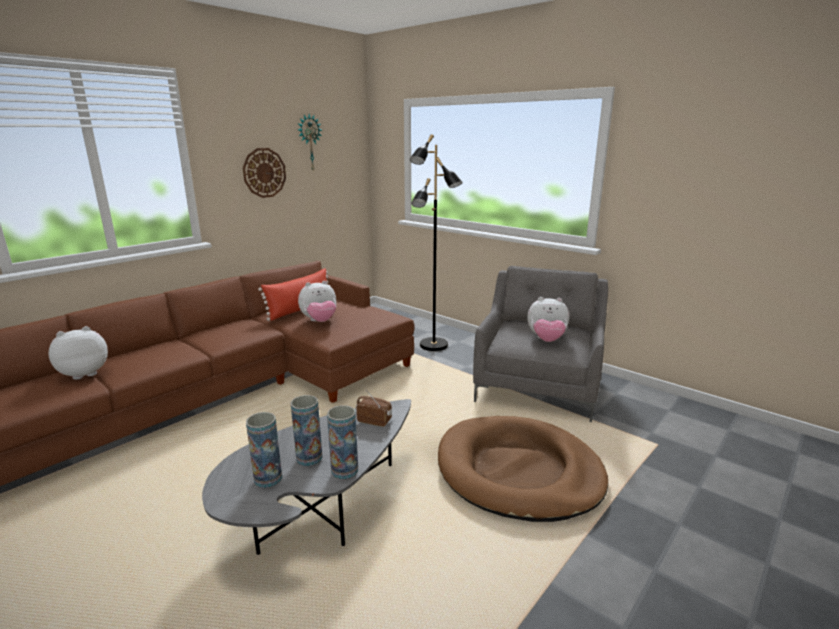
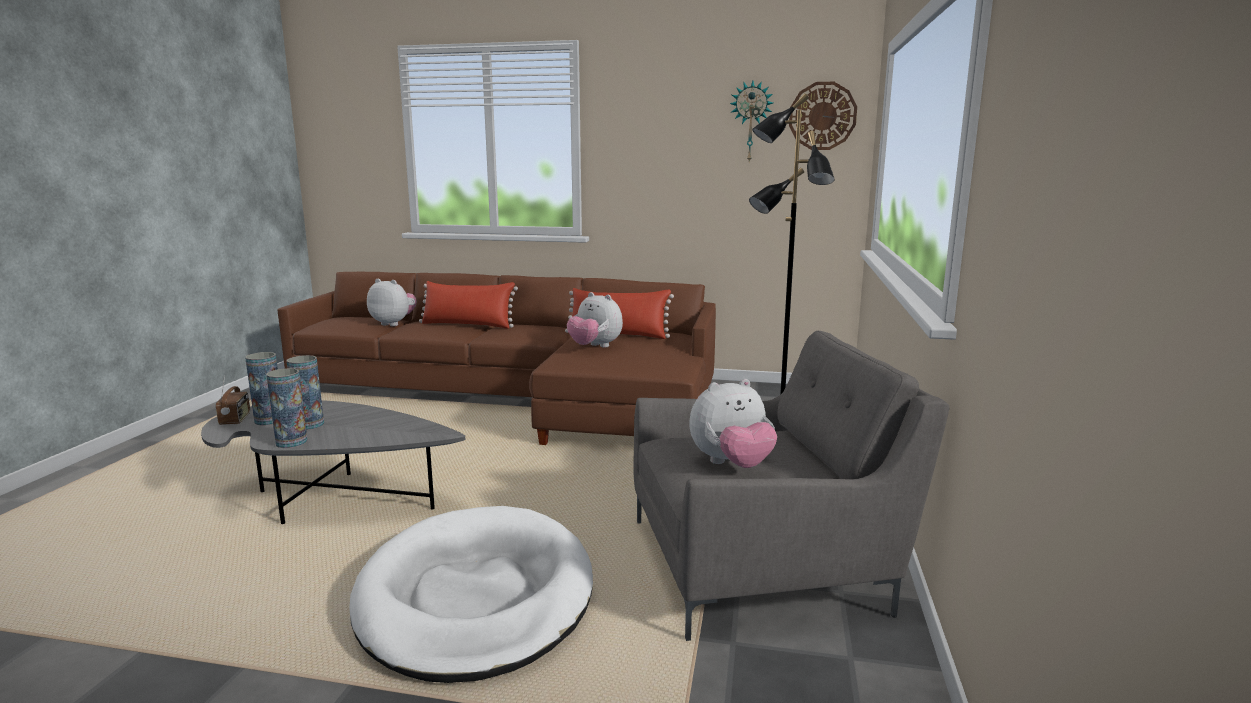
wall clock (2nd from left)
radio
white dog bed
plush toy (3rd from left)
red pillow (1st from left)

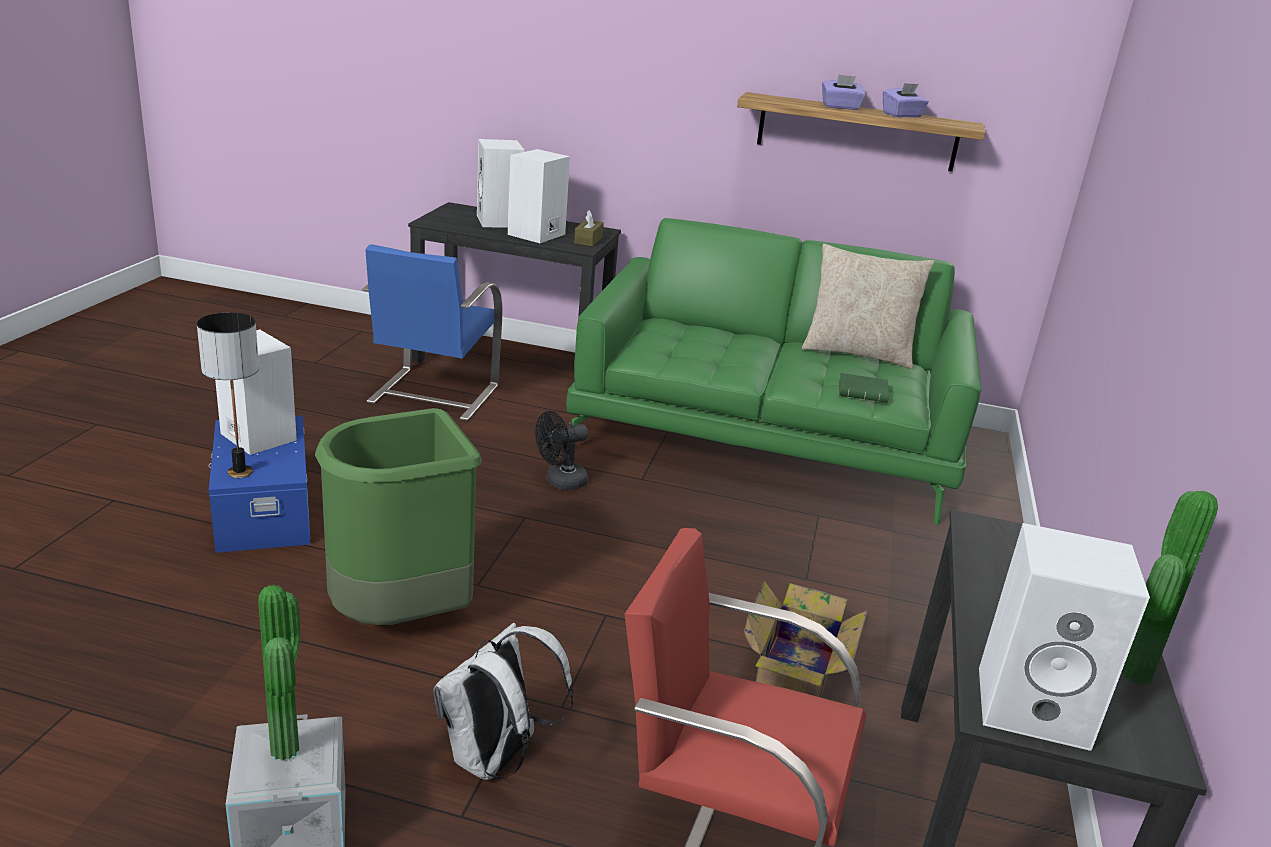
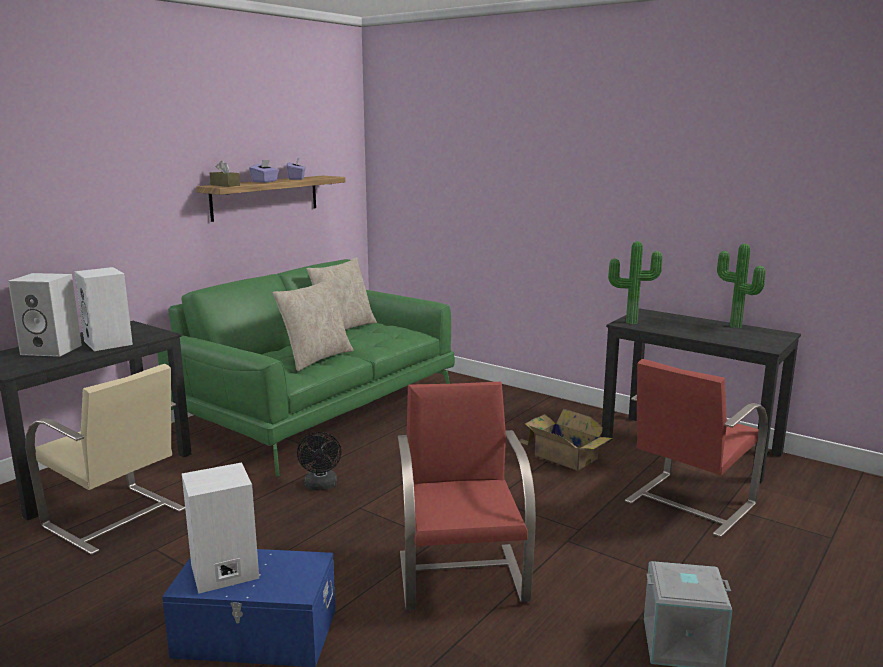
table lamp
potted plant (1st from left)
red chair (1st from left)
beige chair
white backpack
brown tissue box
green book
white speaker (4th from left in the first image)
beige pillow (1st from left)

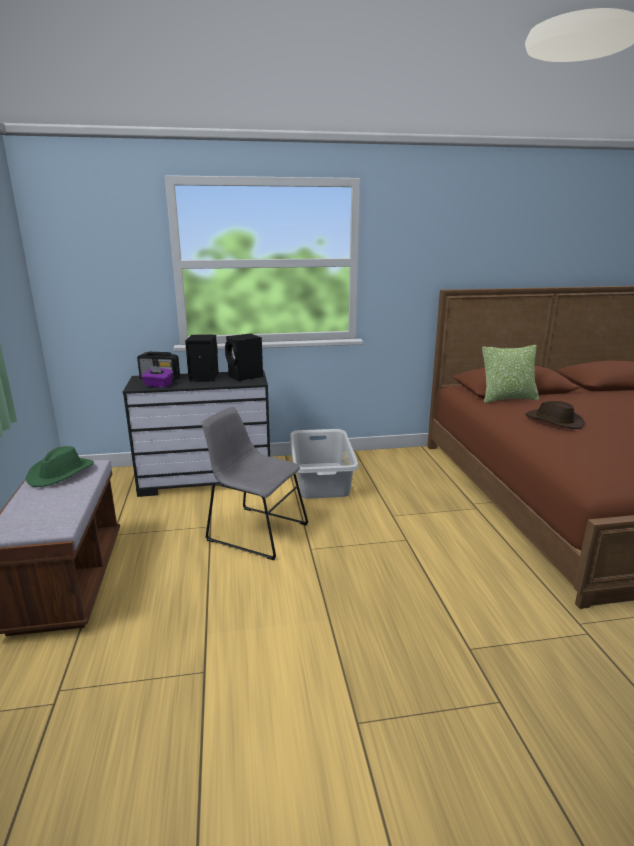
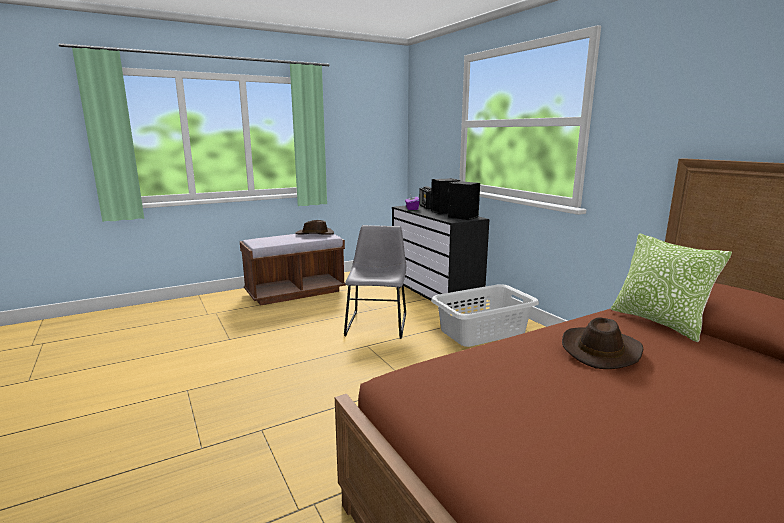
brown hat (1st from left)

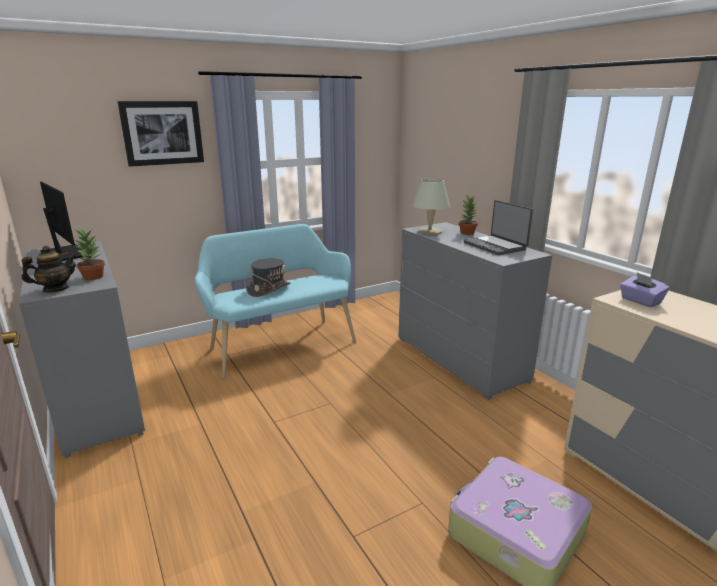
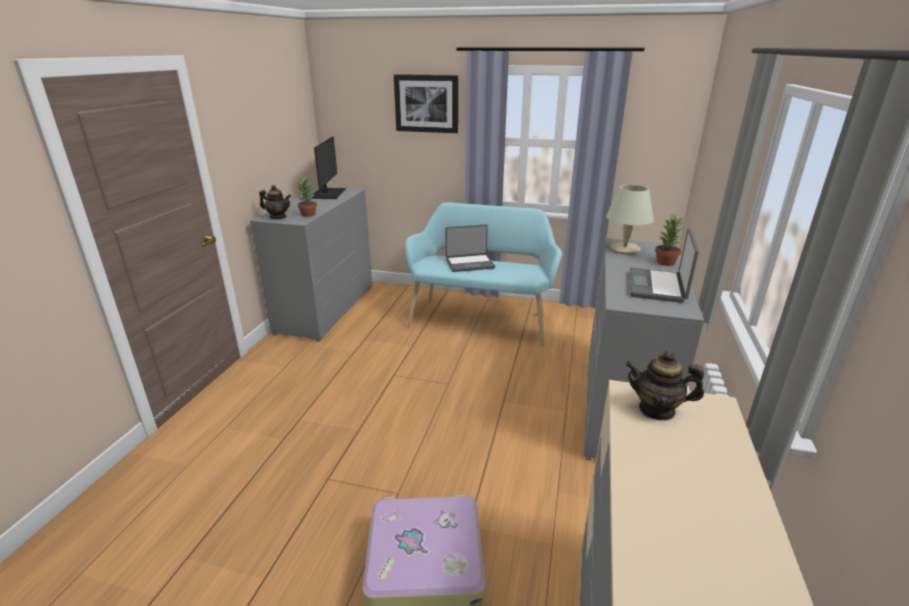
laptop (1st from left)
teapot (2nd from left)

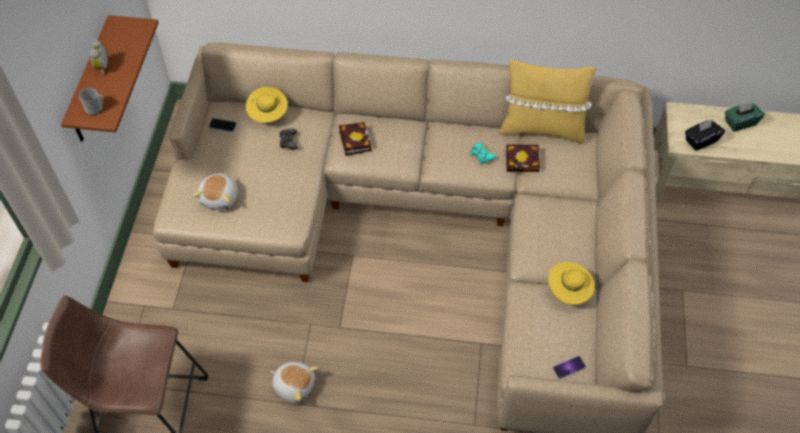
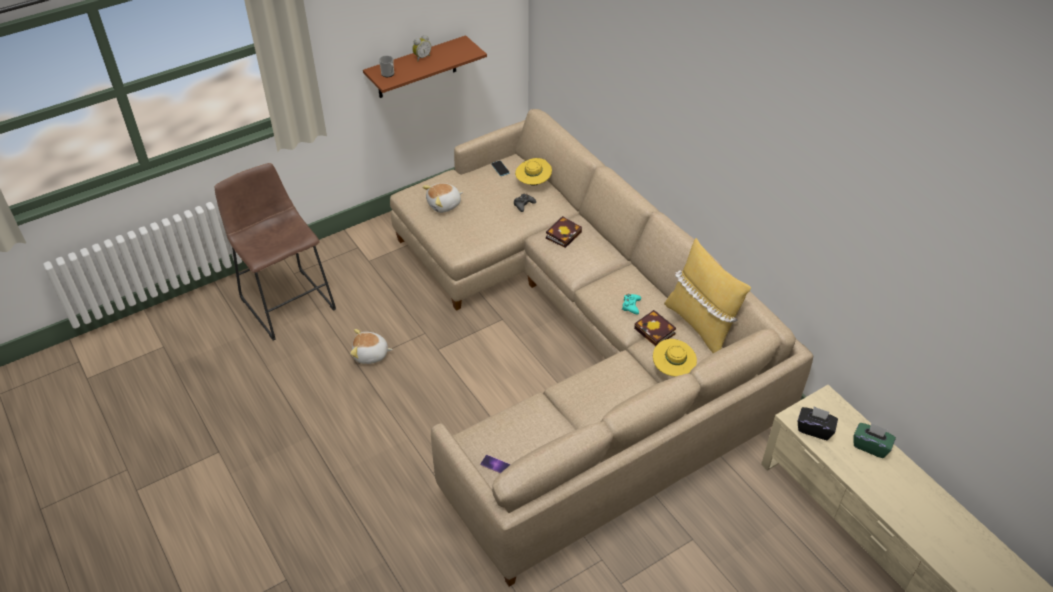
plush toy (1st from left)
yellow hat (2nd from left)

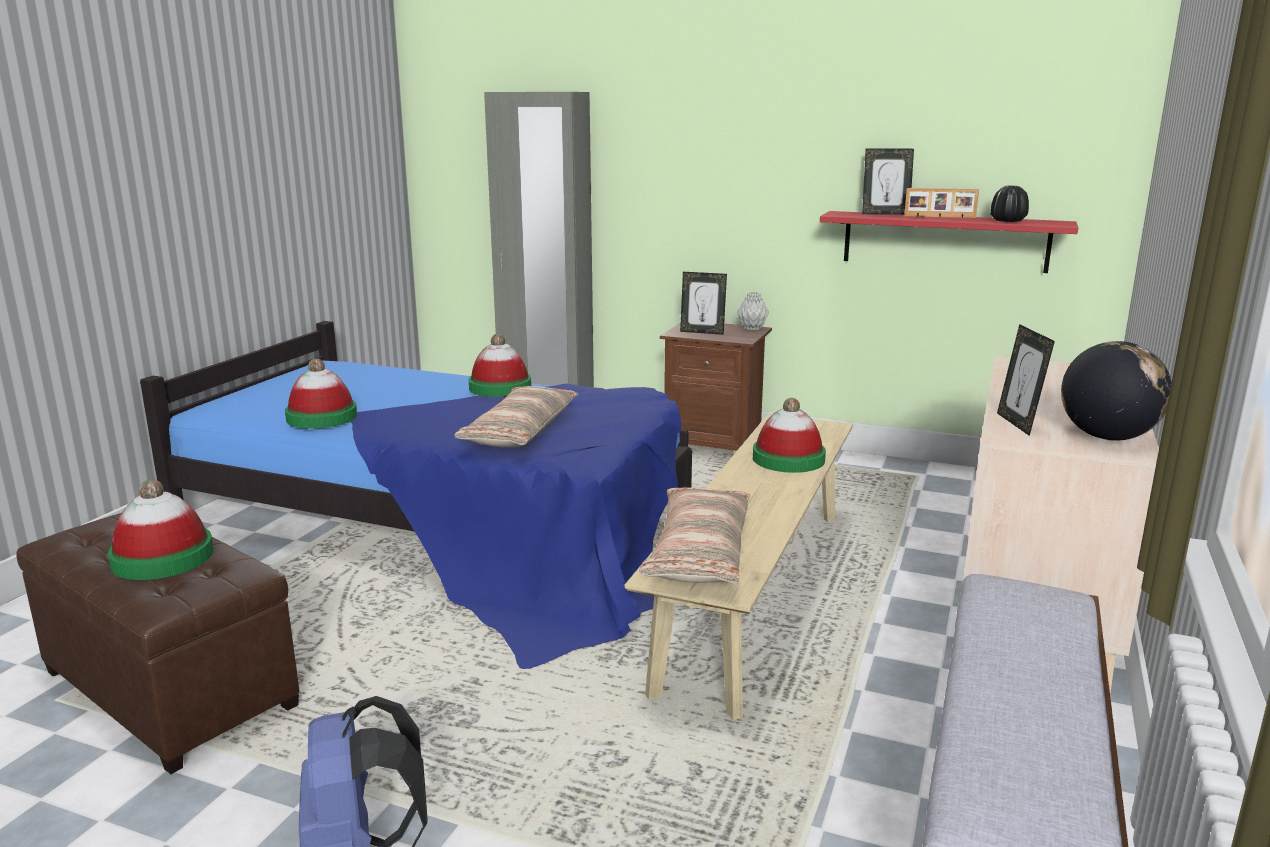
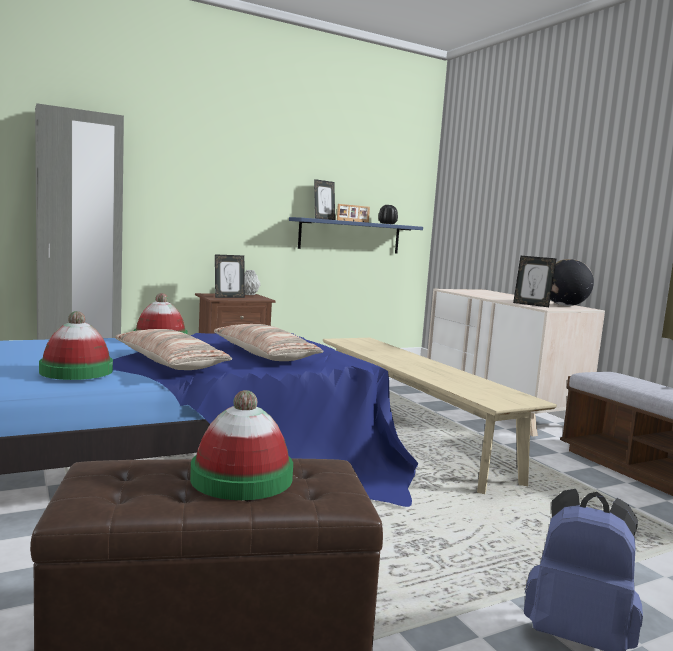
pillow (1st from left)
hat (4th from left in the first image)
blue shelf

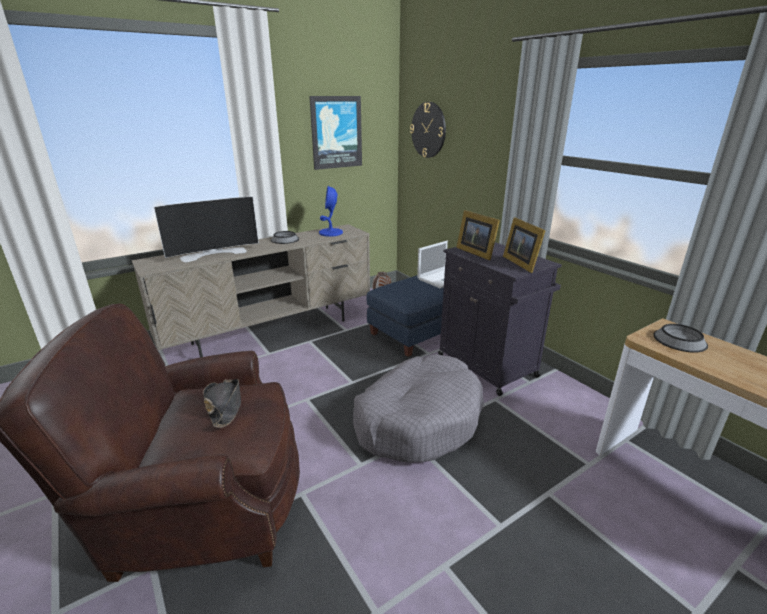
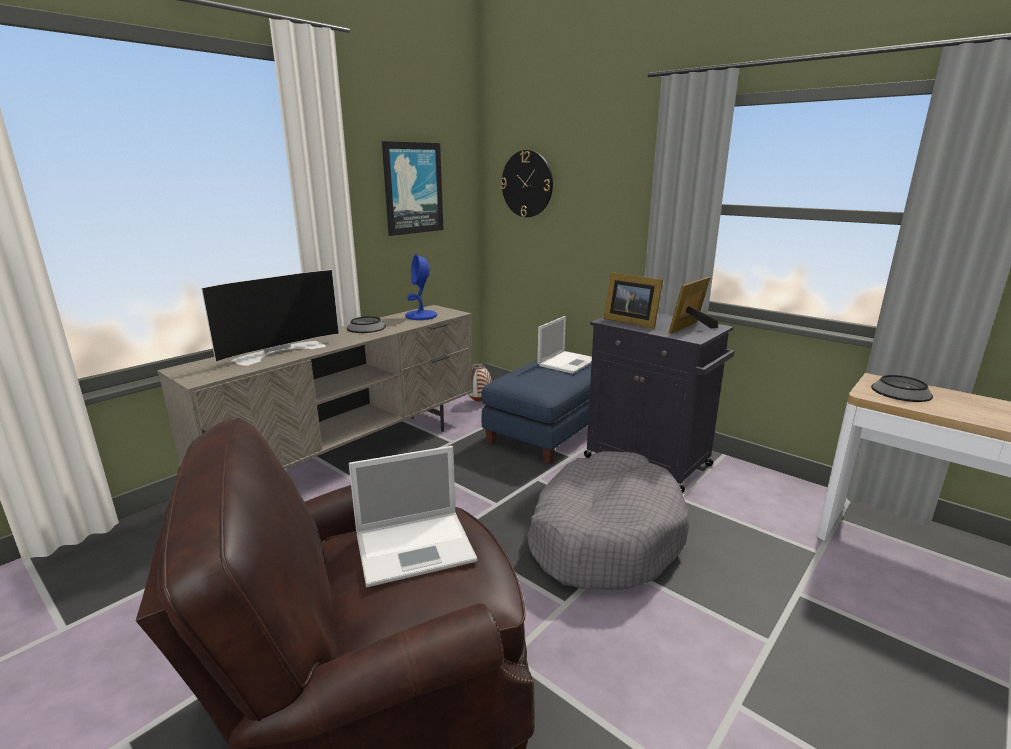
laptop (1st from left)
picture frame (2nd from left)

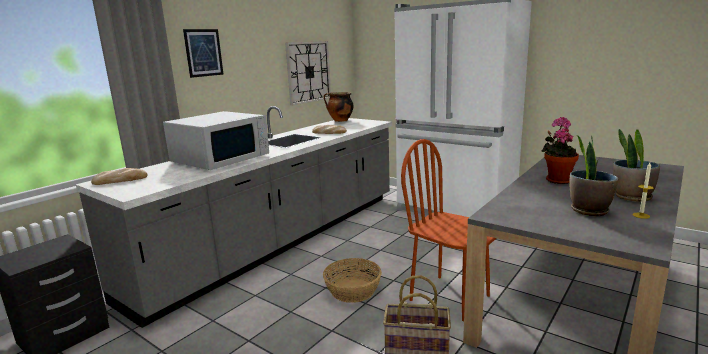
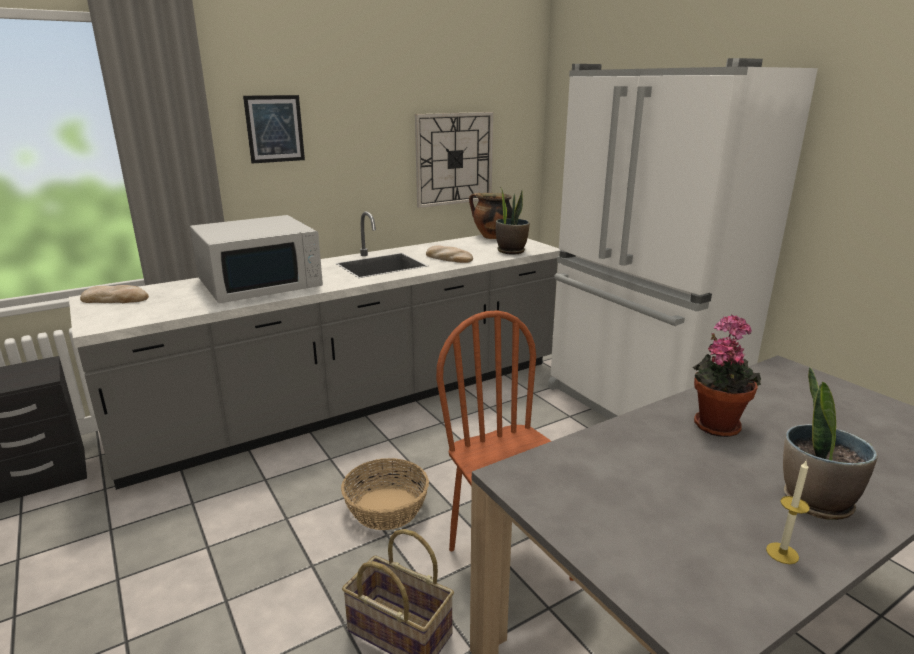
potted plant (1st from left)

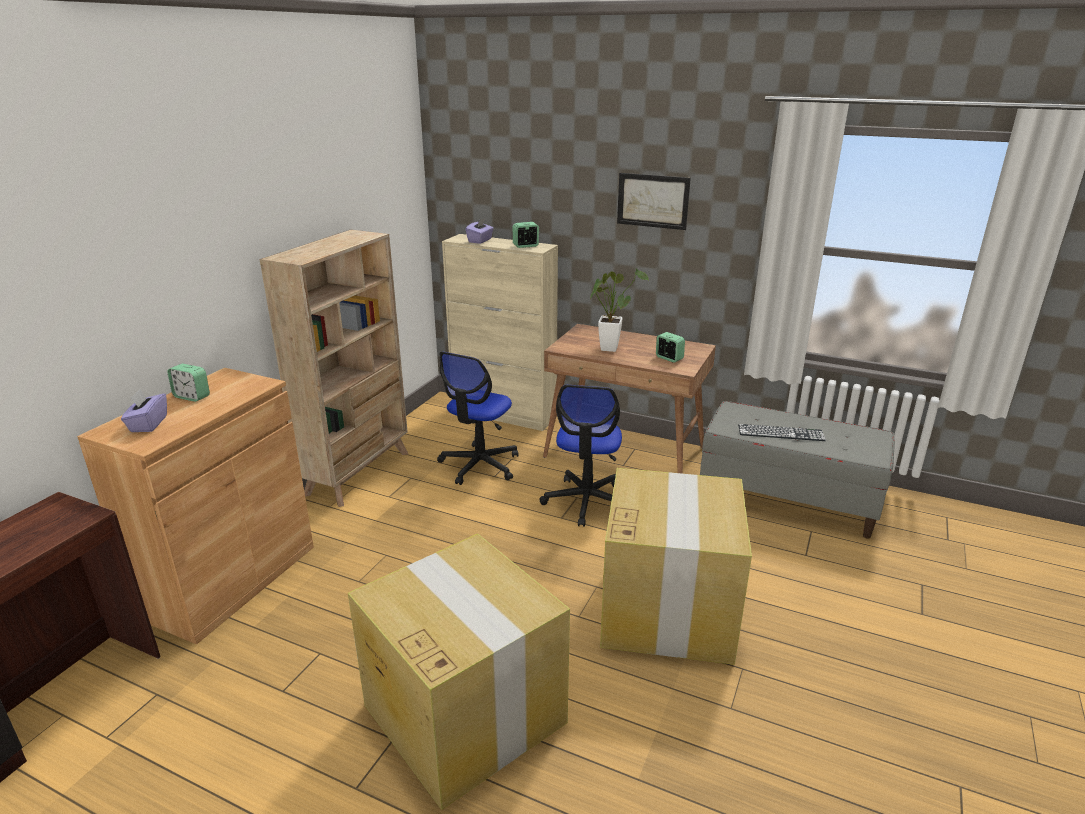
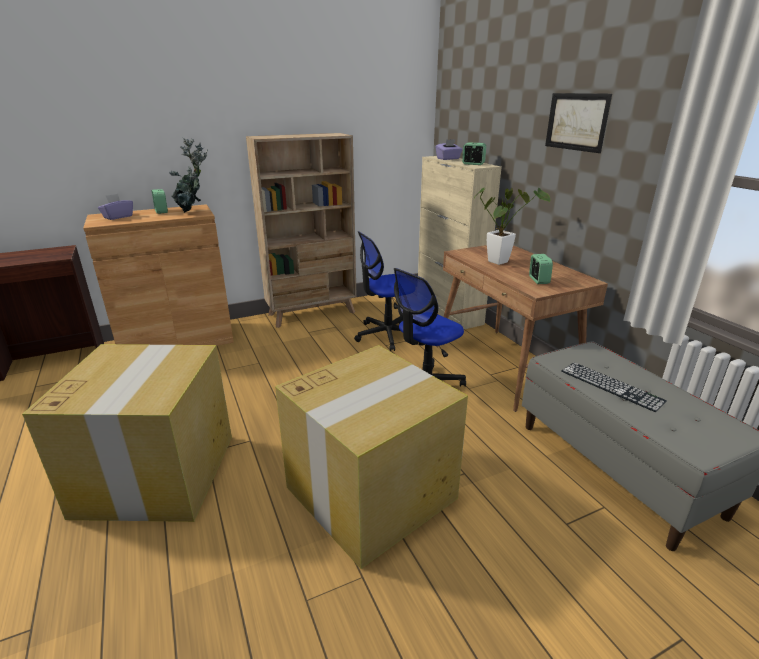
potted plant (1st from left)

